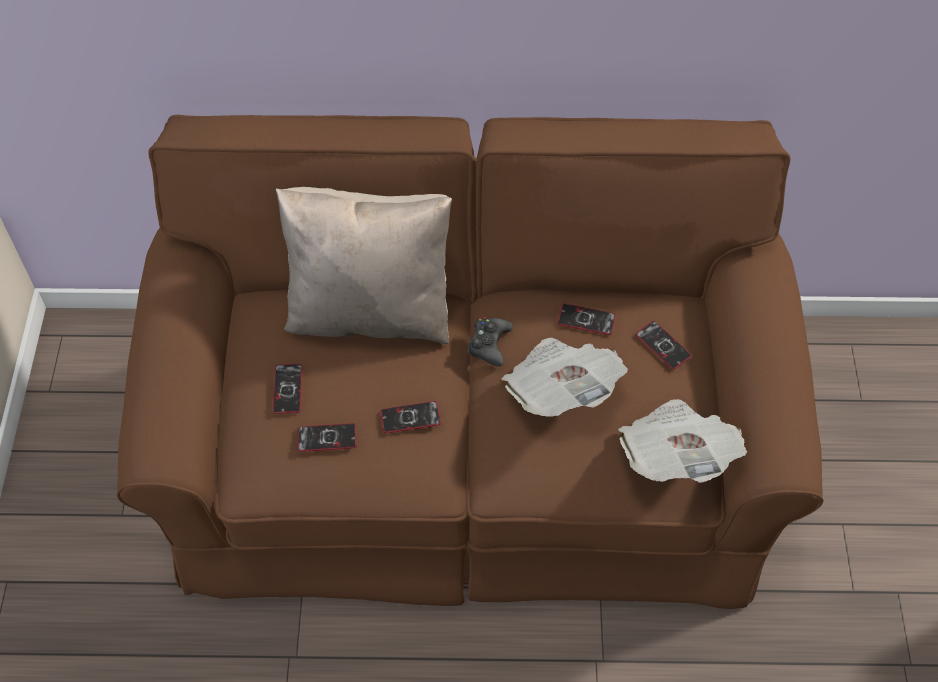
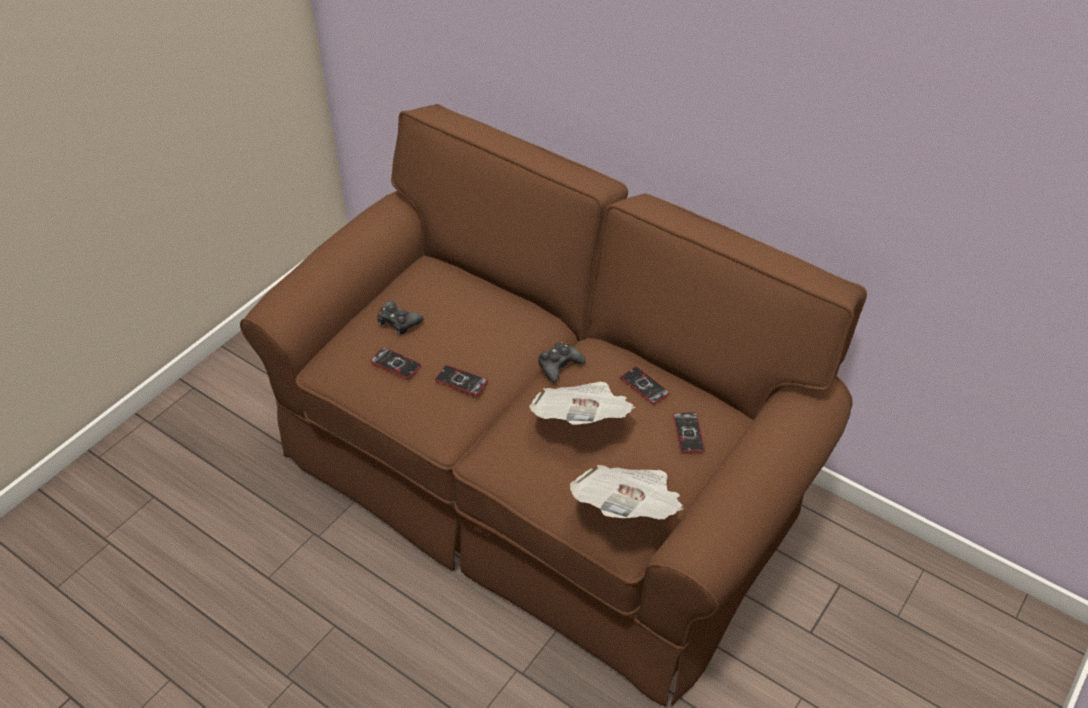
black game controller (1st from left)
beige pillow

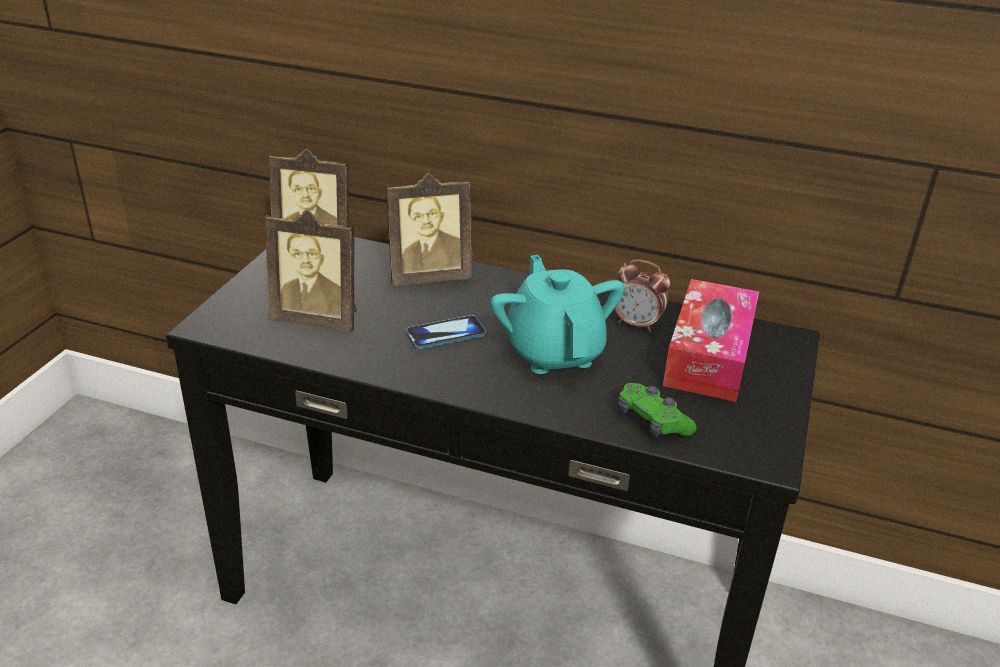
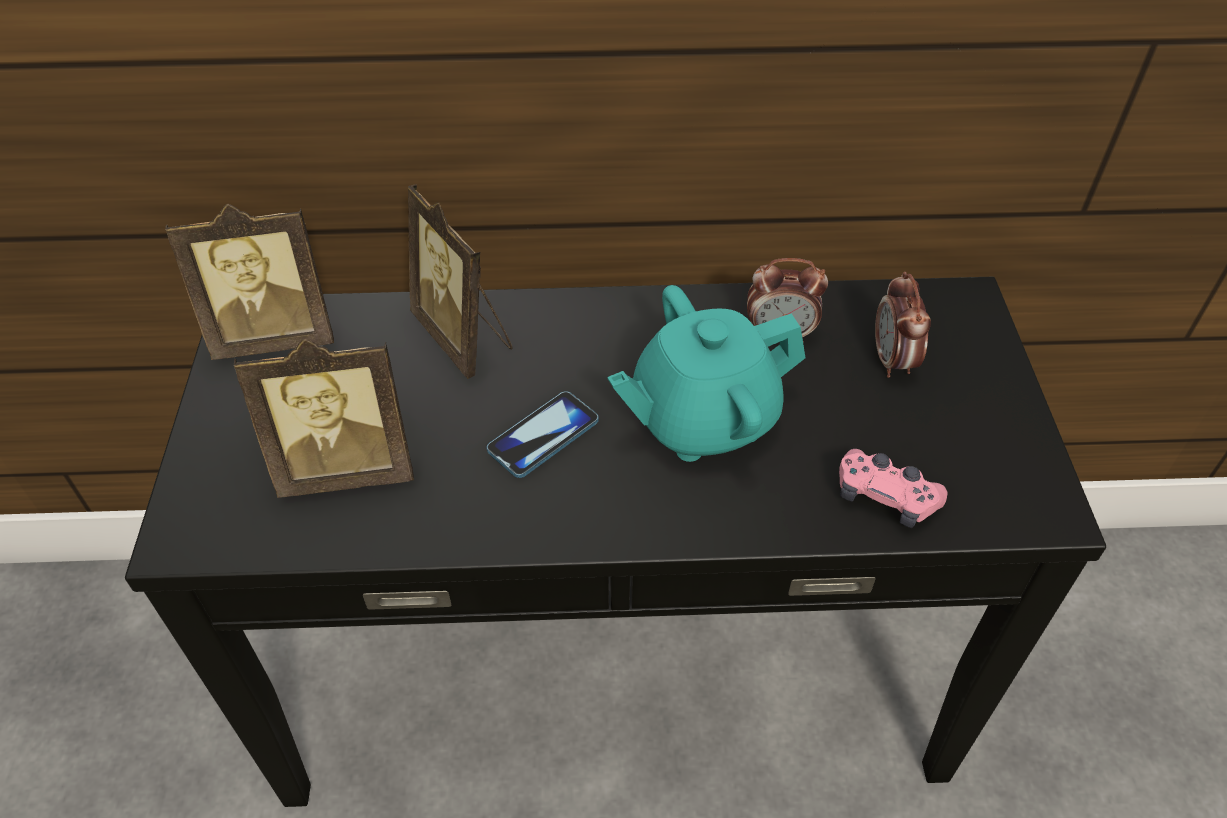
picture frame (3rd from left)
turquoise teapot
pink game controller
alarm clock (2nd from left)

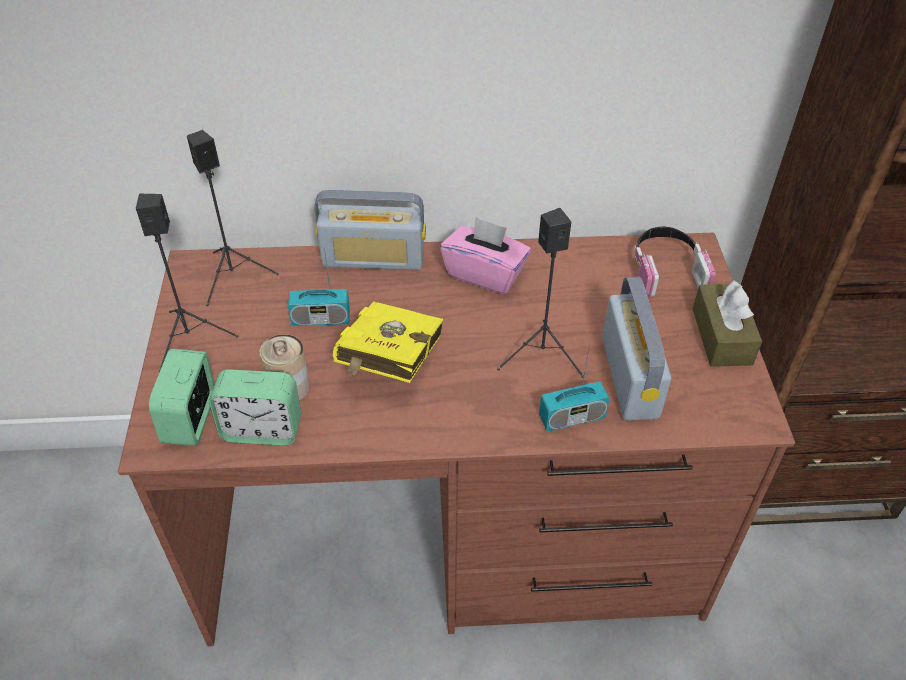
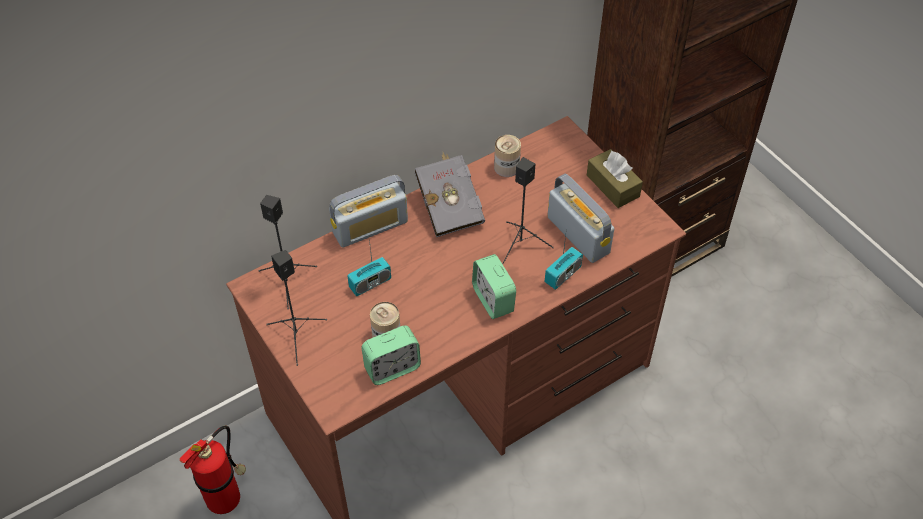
alarm clock (2nd from left)
yellow book
grey book
headphones
fire extinguisher
can (2nd from left)

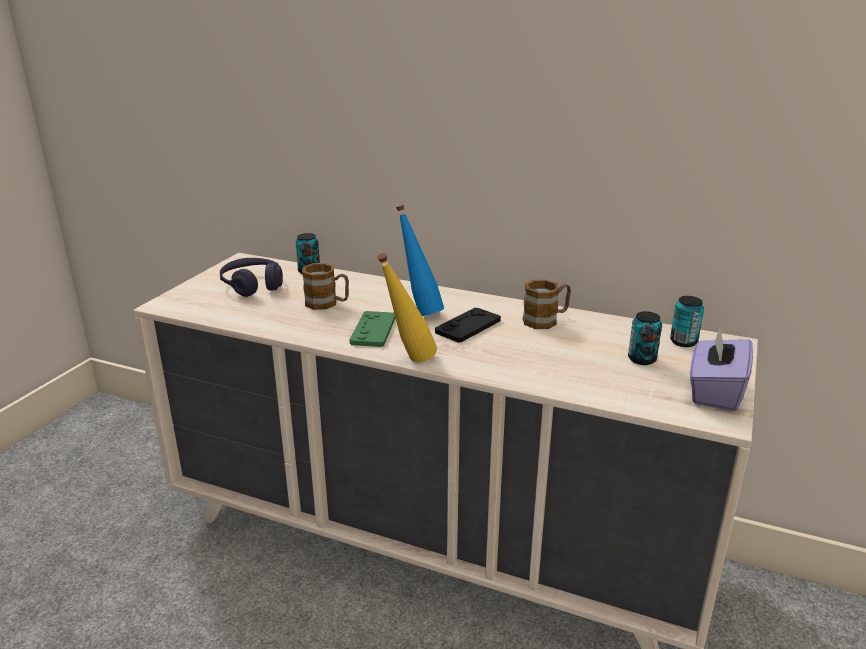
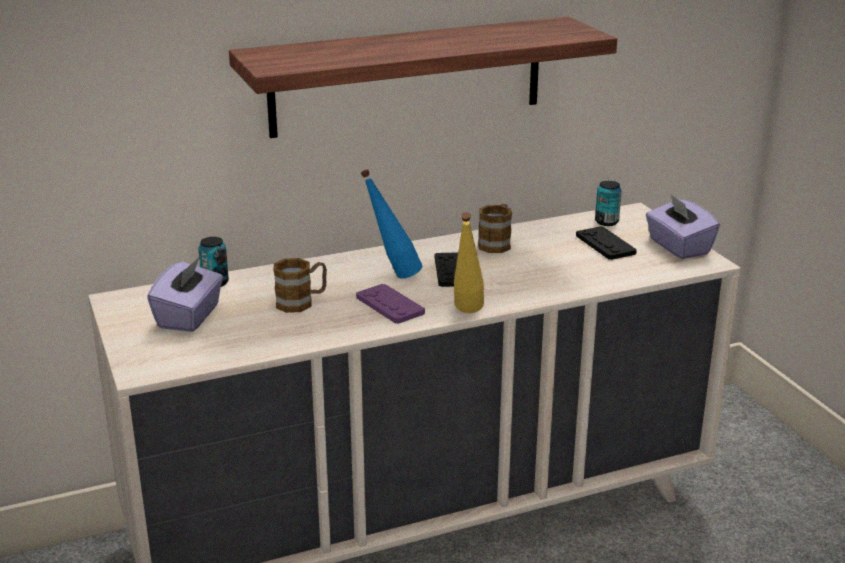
purple tissue box (1st from left)
purple game controller
black game controller (2nd from left)
shelf

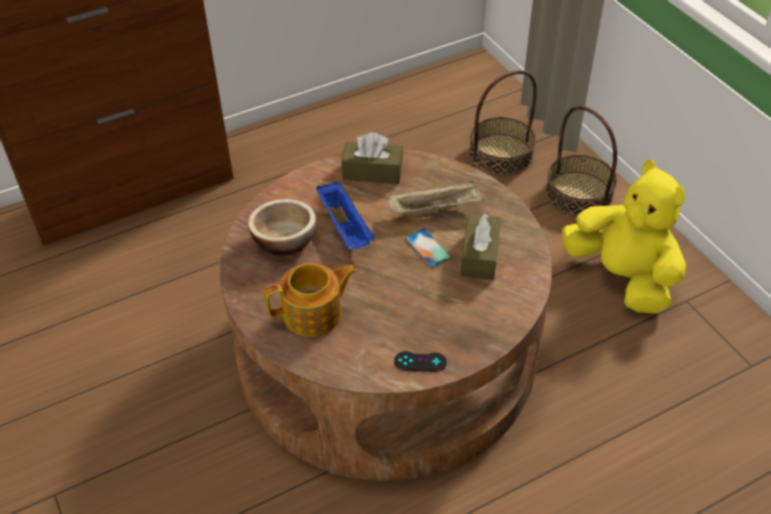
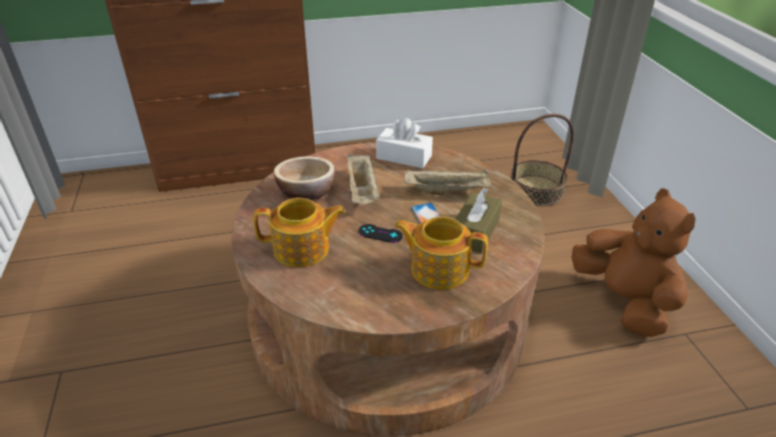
beige tray (1st from left)
white tissue box
black game controller
basket (2nd from left in the first image)
brown plush toy
teapot (2nd from left)

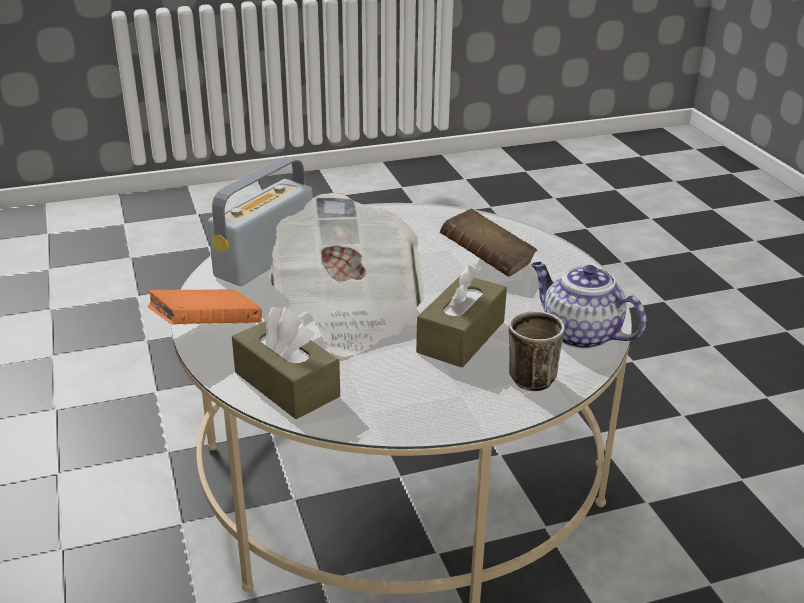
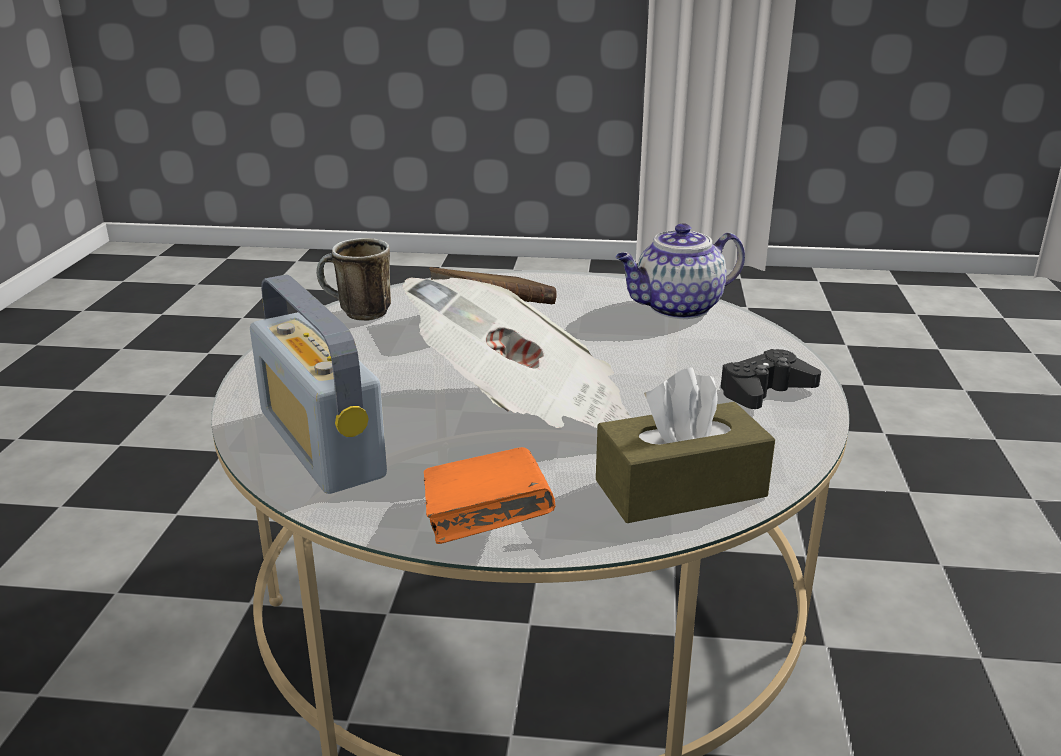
brown tissue box (2nd from left in the first image)
mug
black game controller

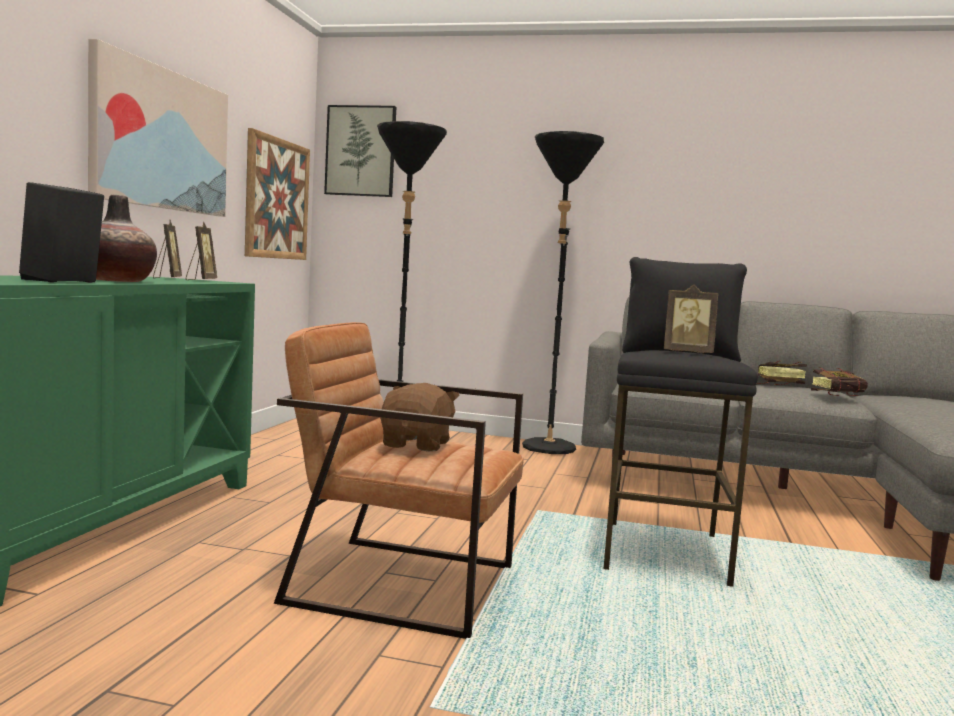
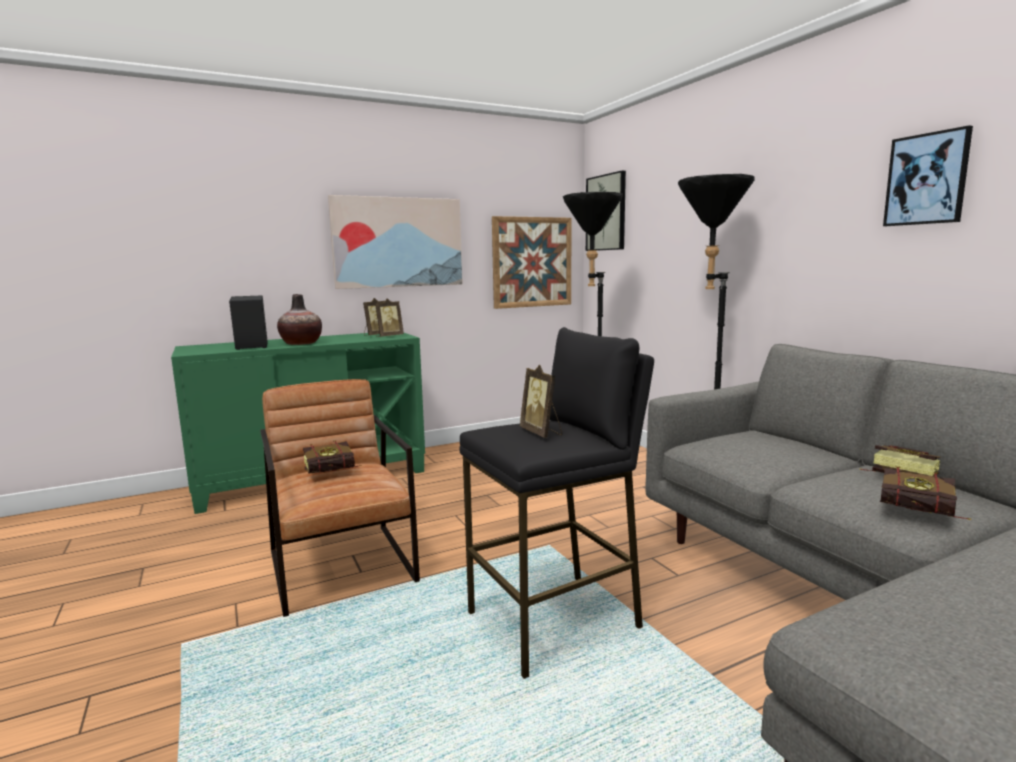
book (1st from left)
picture (4th from left)

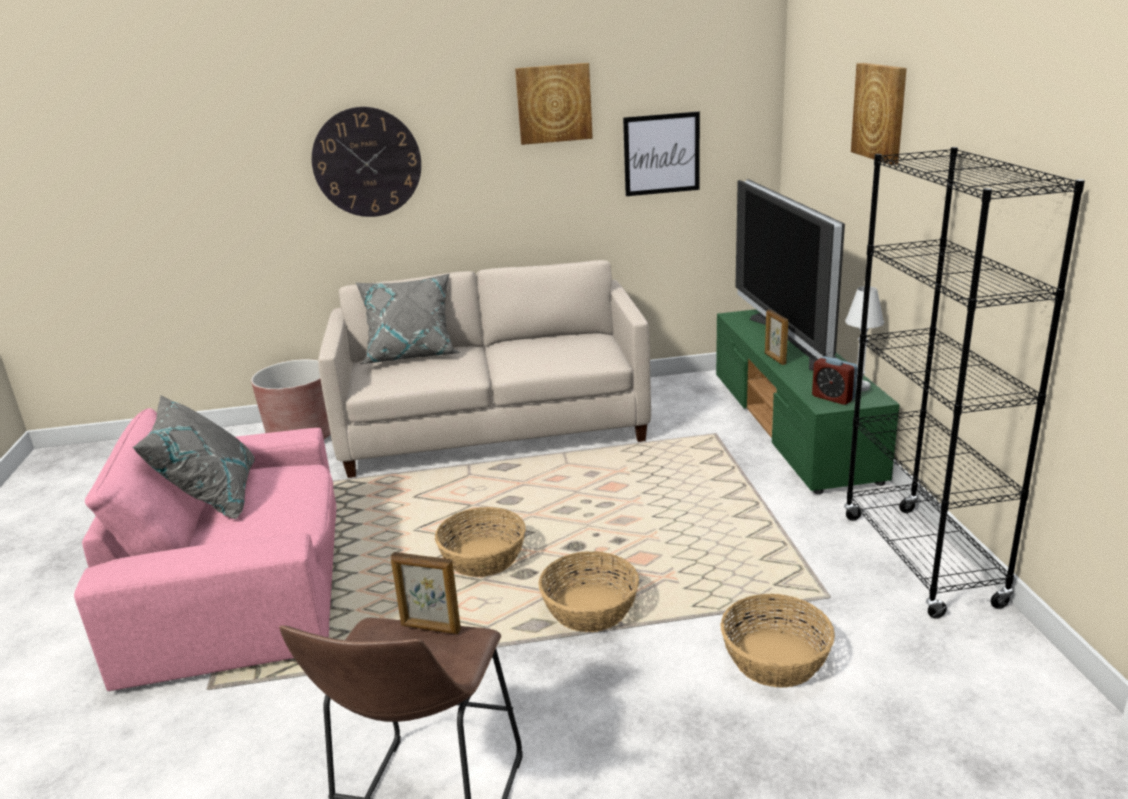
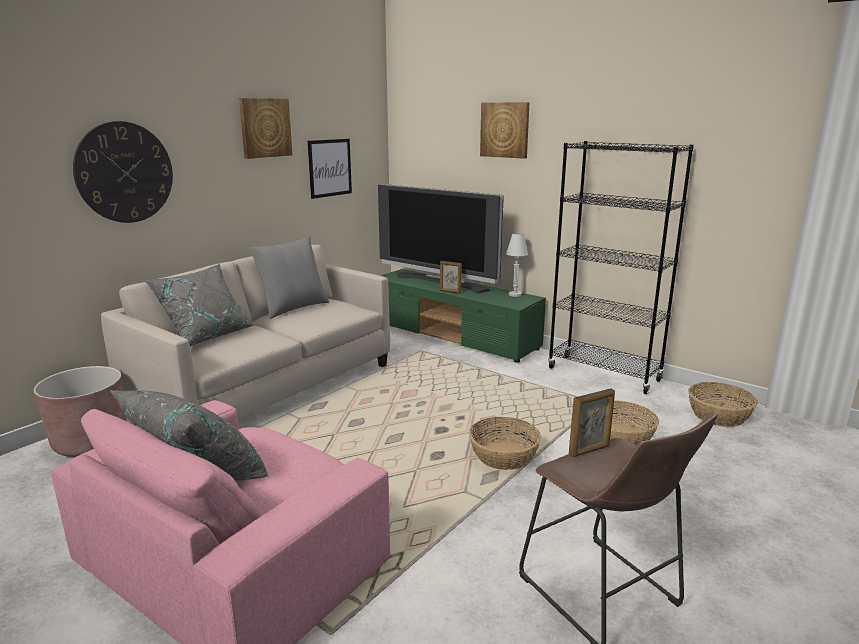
basket (3rd from left)
alarm clock
grey pillow (3rd from left)

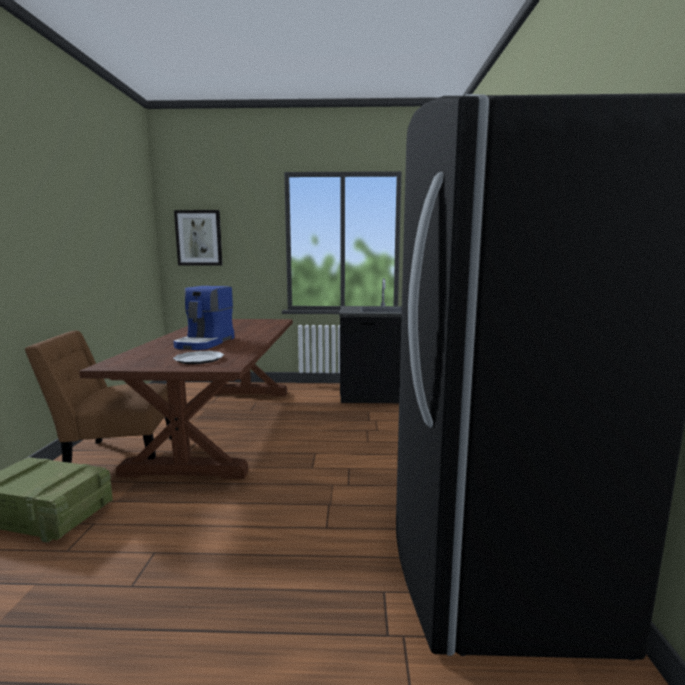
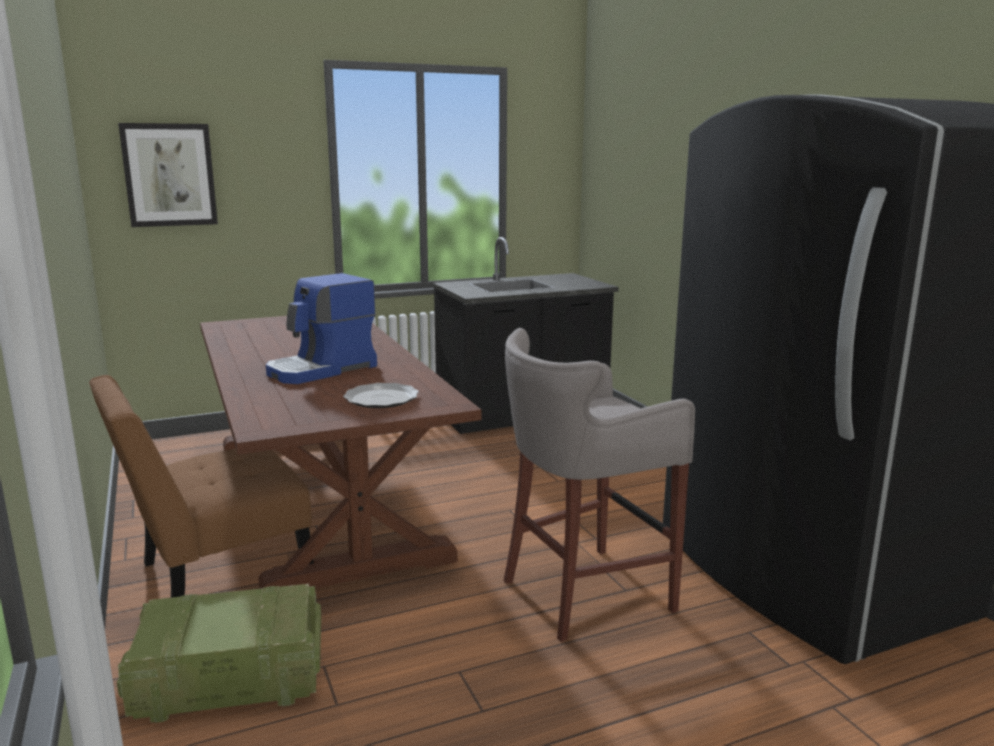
coffee machine
grey stool

